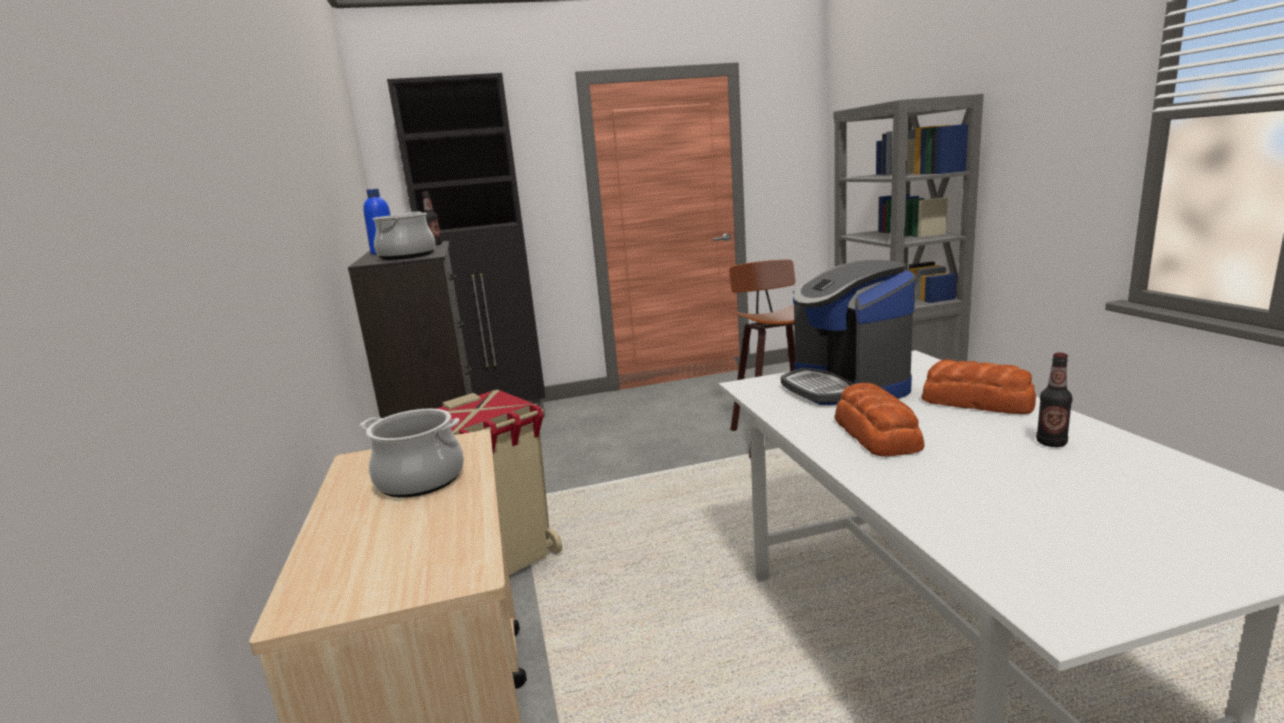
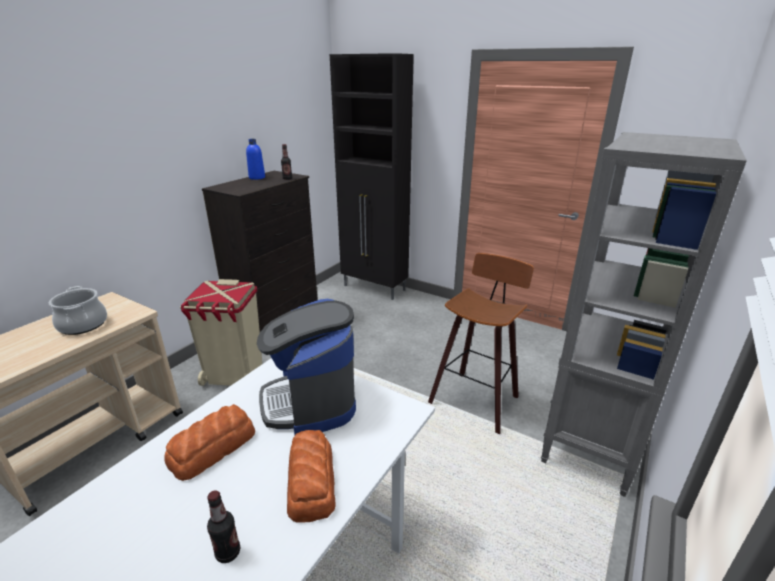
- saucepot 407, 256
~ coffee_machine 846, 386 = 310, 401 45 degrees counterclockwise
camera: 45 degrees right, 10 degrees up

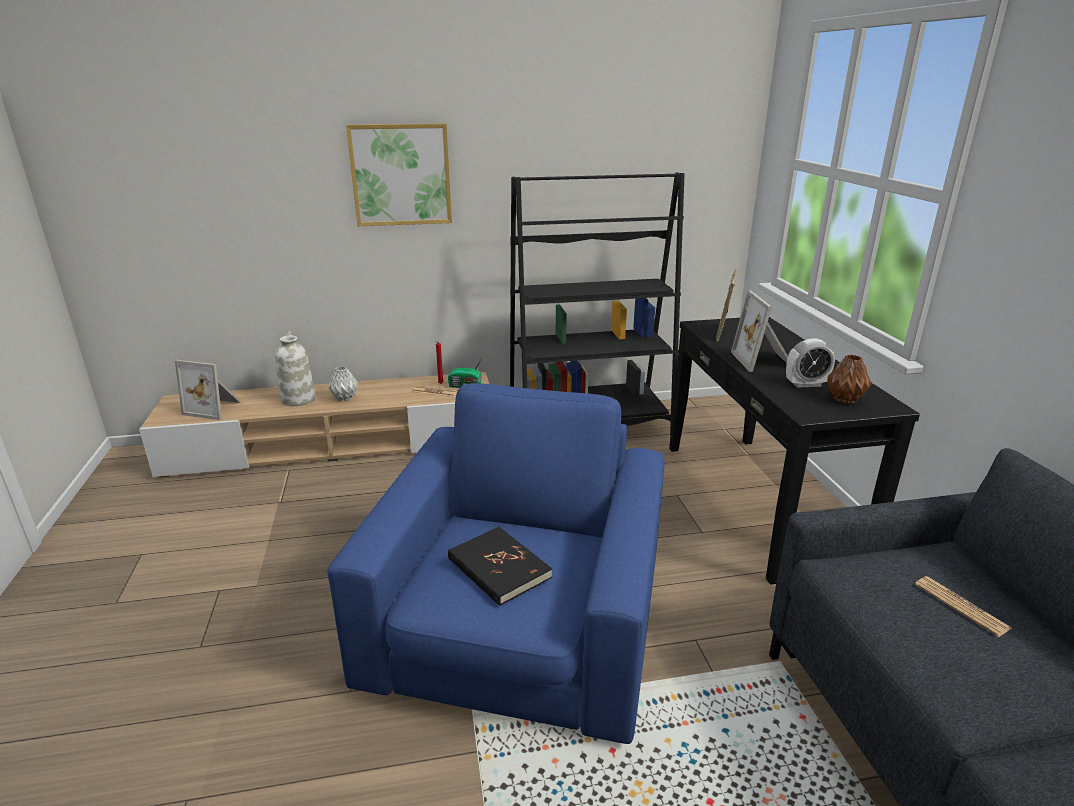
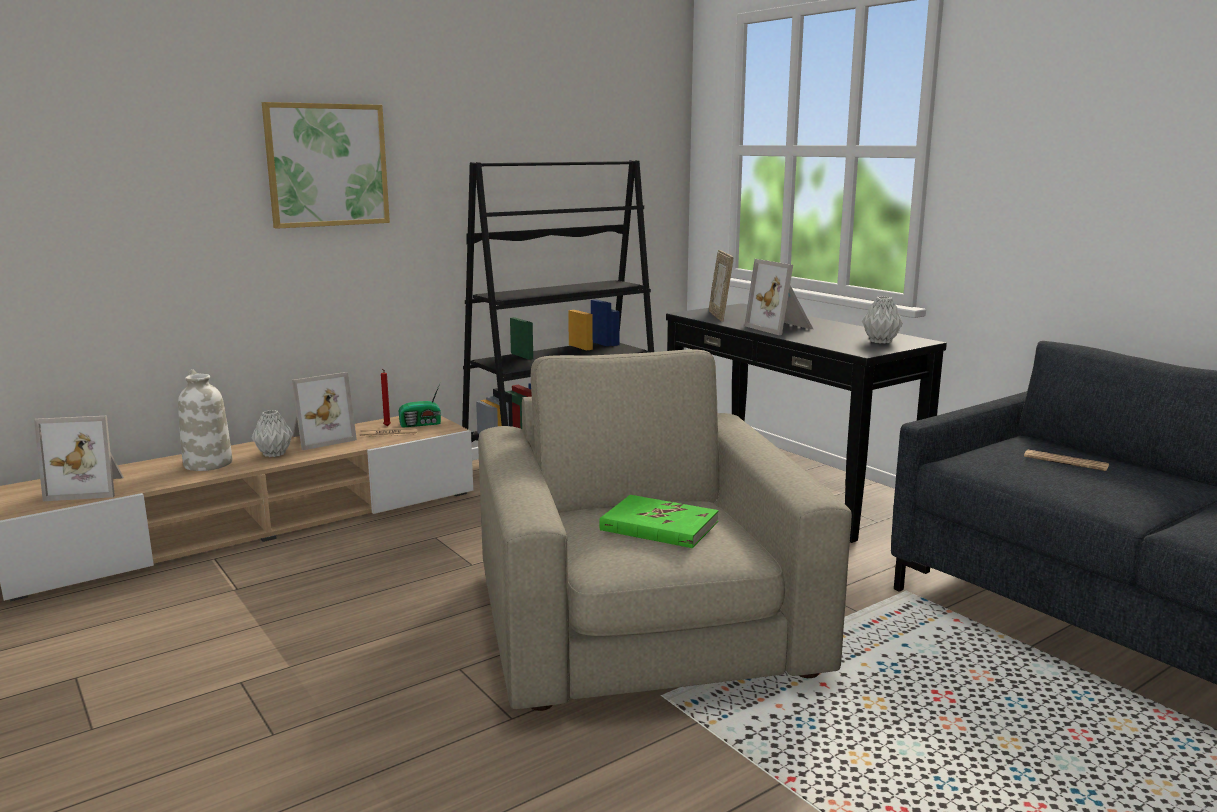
~ blue-coloured_lounge_chair 519, 624 to beige-coloured_lounge_chair 645, 623
~ black-coloured_bound_book 498, 568 to greenish_bound_book 659, 526
- table_clock 806, 384
~ brown-coloured_flower_vase 844, 399 to grey_flower_vase 880, 341
+ photo_frame 320, 438
camera: 25 degrees left, 10 degrees down

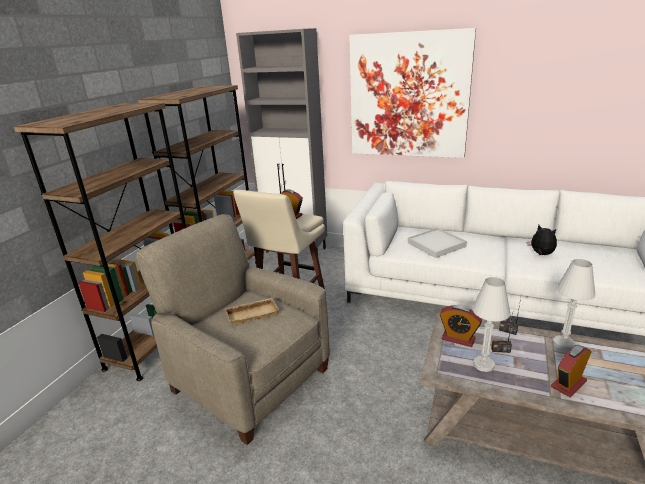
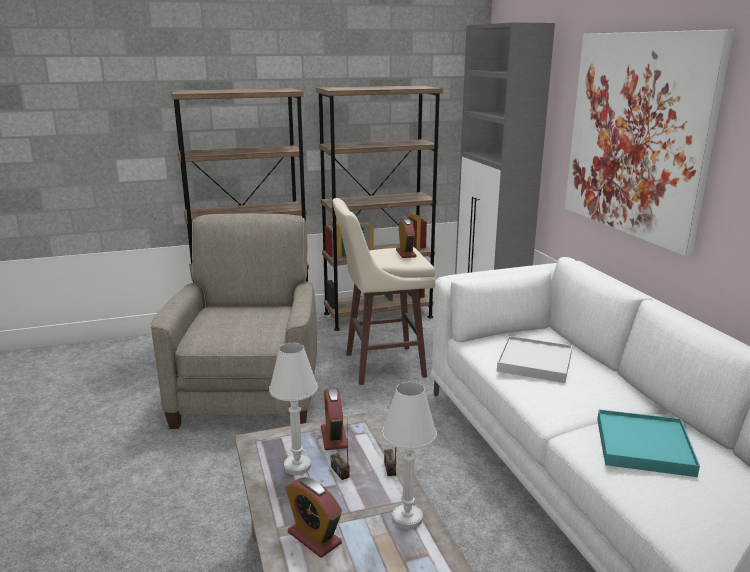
- beige-coloured_tray 252, 313
~ soft_toy 541, 254 to blue-green_tray 643, 446
~ table_clock 568, 384 = 314, 538 150 degrees counterclockwise
camera: 50 degrees right, 5 degrees down

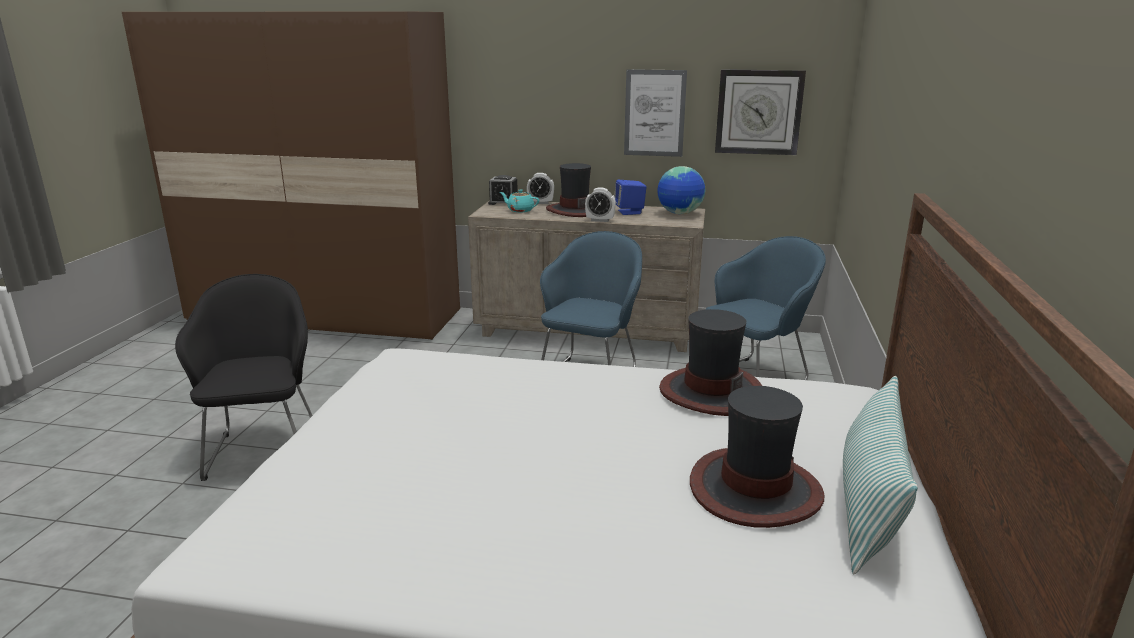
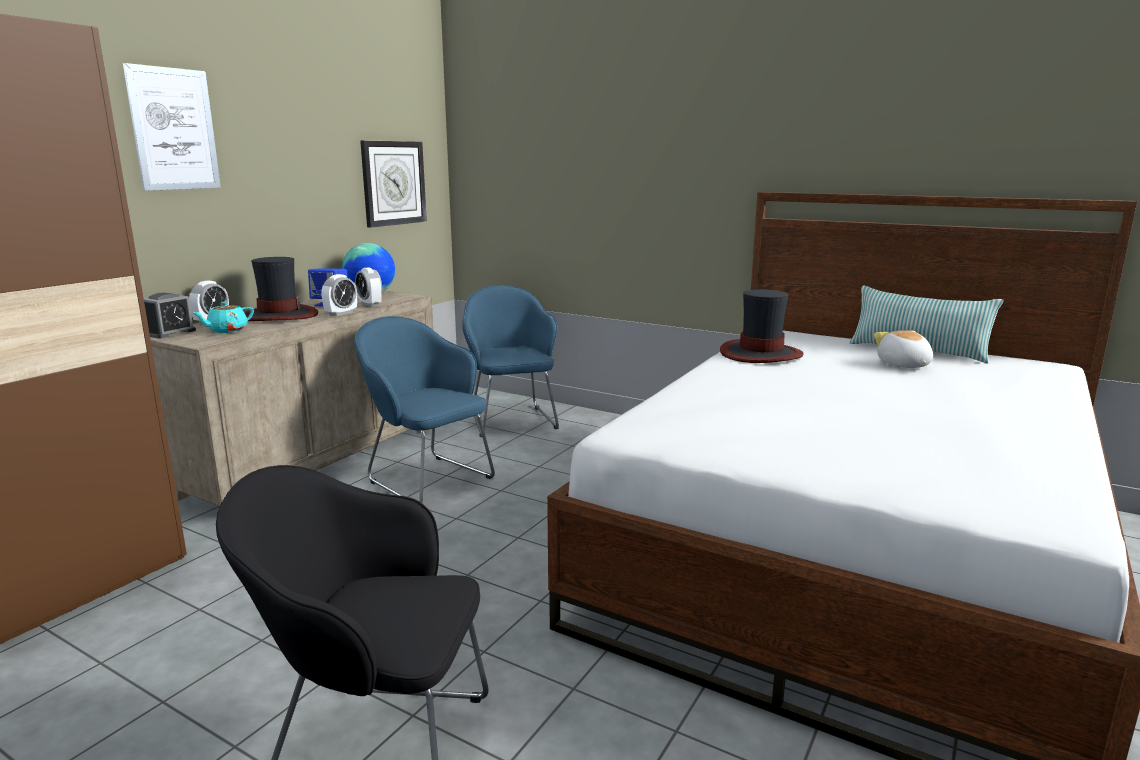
~ wall_art 654, 113 to 174, 129
~ clothing_hat 754, 490 to soft_toy 903, 365
+ table_clock 370, 304
camera: 70 degrees left, 5 degrees down

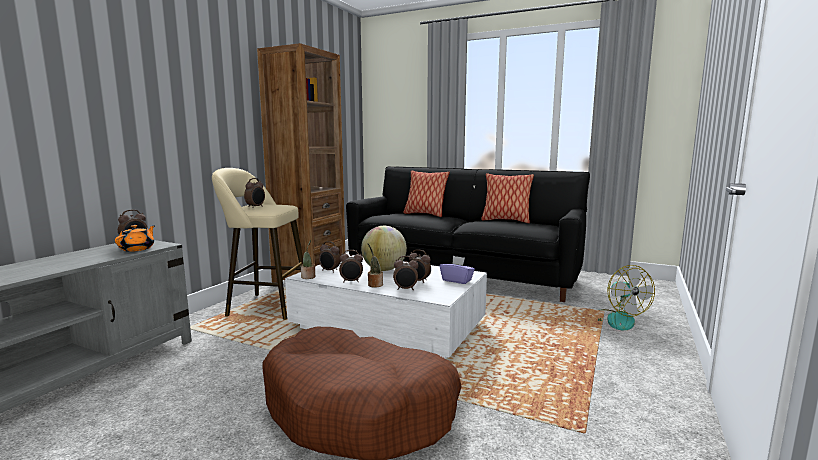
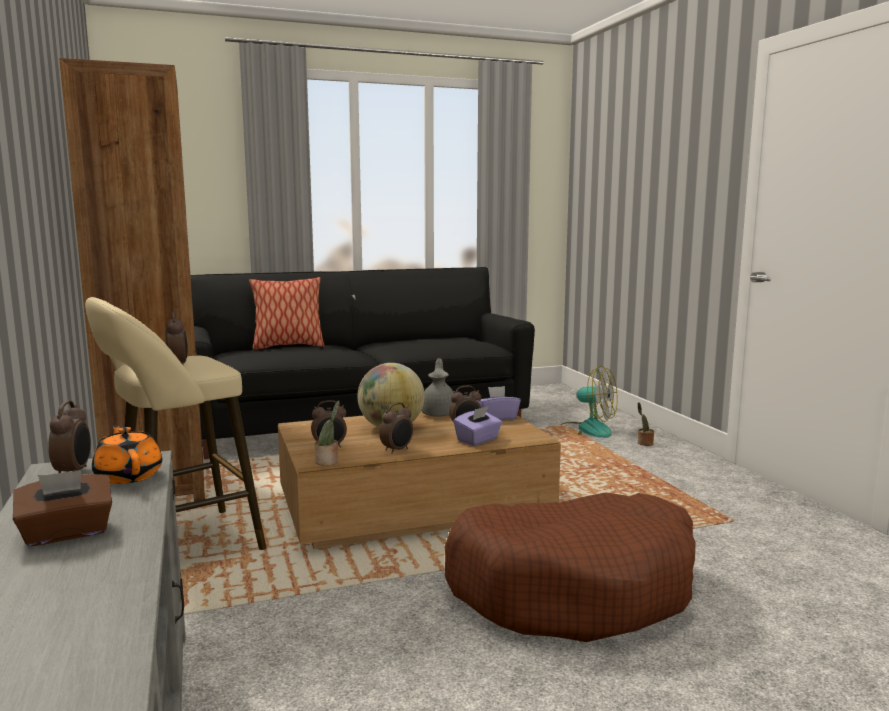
~ white_low_table 389, 326 to brown-coloured_low_table 414, 506
~ houseplant 374, 284 to 644, 443
~ table_clock 405, 289 to purple-coloured_tissue_holder 478, 440
- pillow 505, 220
+ brown-coloured_tissue_holder 67, 533
+ grey_teapot 440, 413
camera: 45 degrees left, 0 degrees up

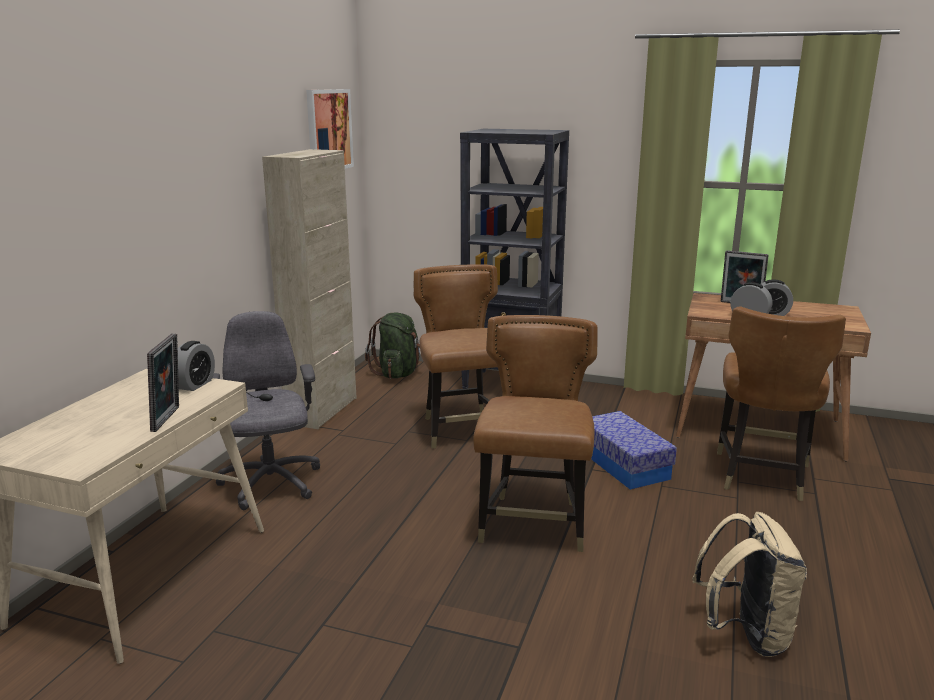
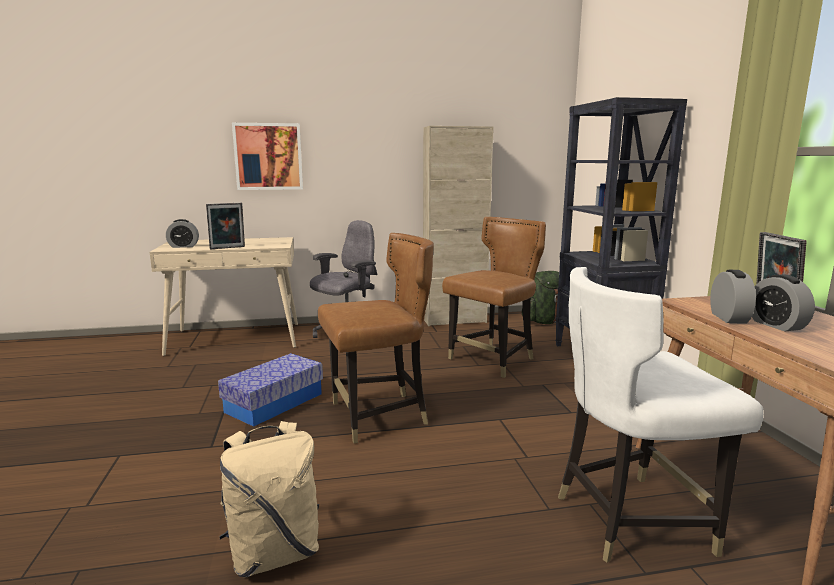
~ table_clock 195, 384 to 183, 246
~ wall_art 328, 130 to 268, 156
~ storage_bin 623, 464 to 274, 403
~ brown-coloured_chair 761, 475 to white_chair 630, 519
camera: 60 degrees right, 5 degrees down

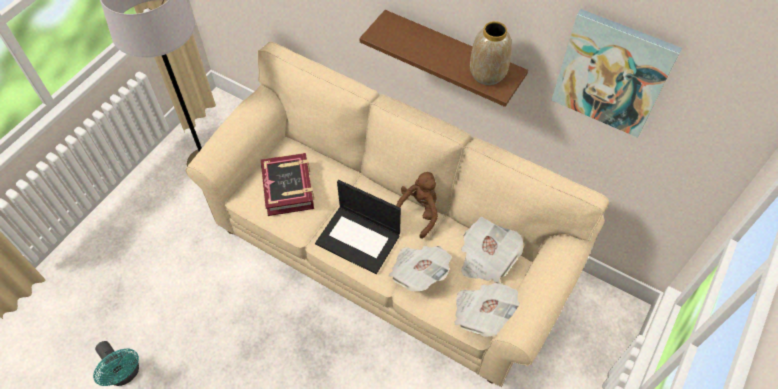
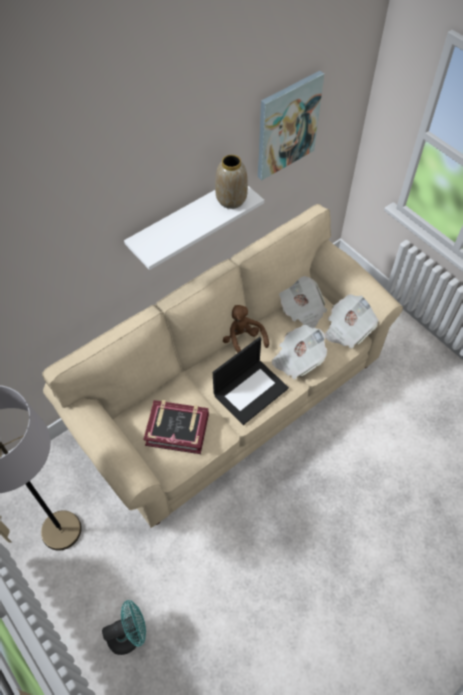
~ blue-green_cooling_fan 125, 374 to 129, 634
~ brown-coloured_wall_shelf 452, 56 to white_wall_shelf 184, 223
camera: 70 degrees left, 0 degrees up

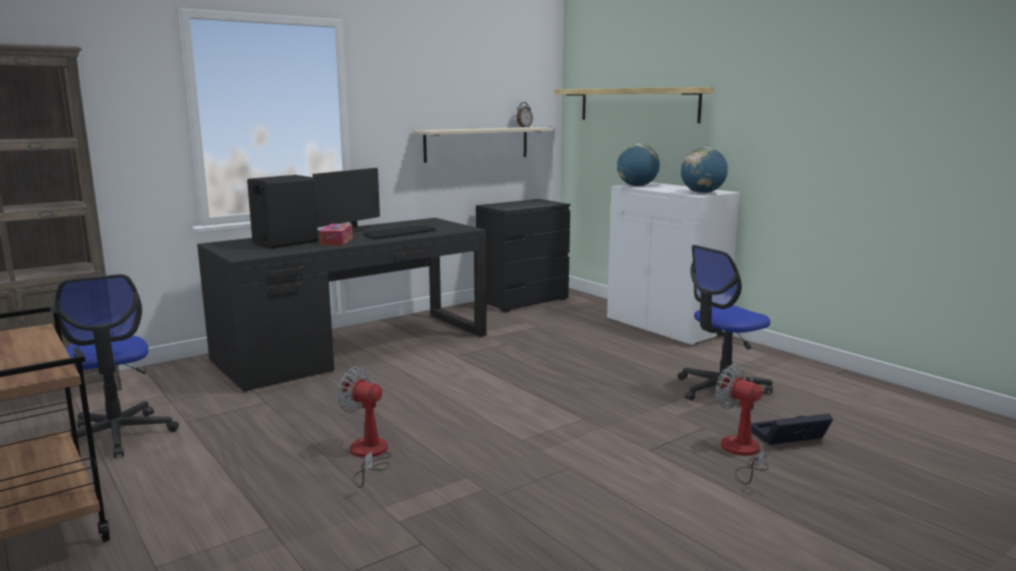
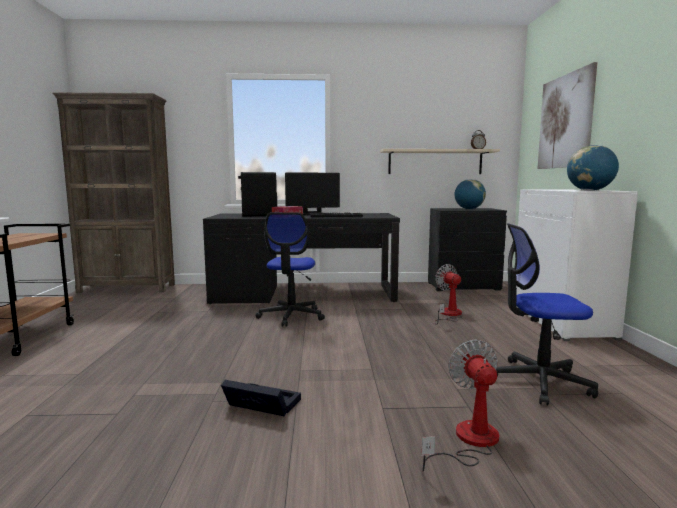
~ computer_chair 117, 436 to 291, 316
~ cooling_fan 368, 455 to 448, 315
~ wall_shelf 637, 105 to wall_art 565, 121
~ globe 637, 186 to 469, 209
~ black-coloured_storage_bin 787, 437 to 260, 405
camera: 35 degrees right, 5 degrees down

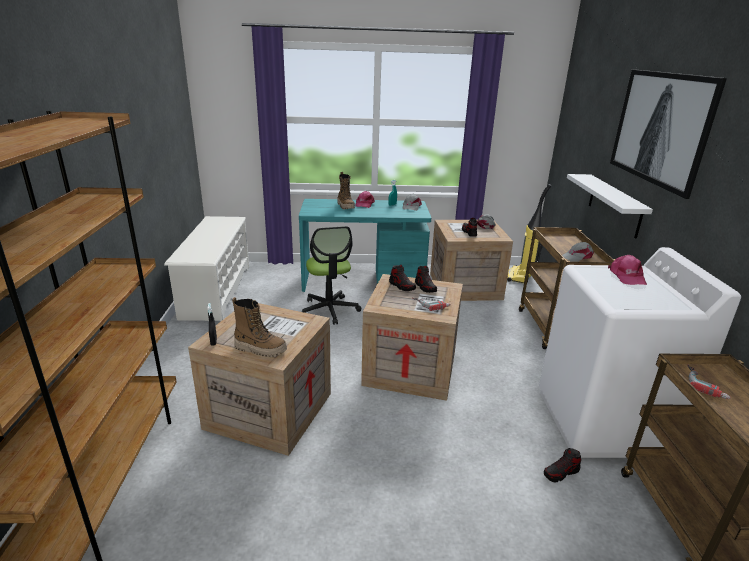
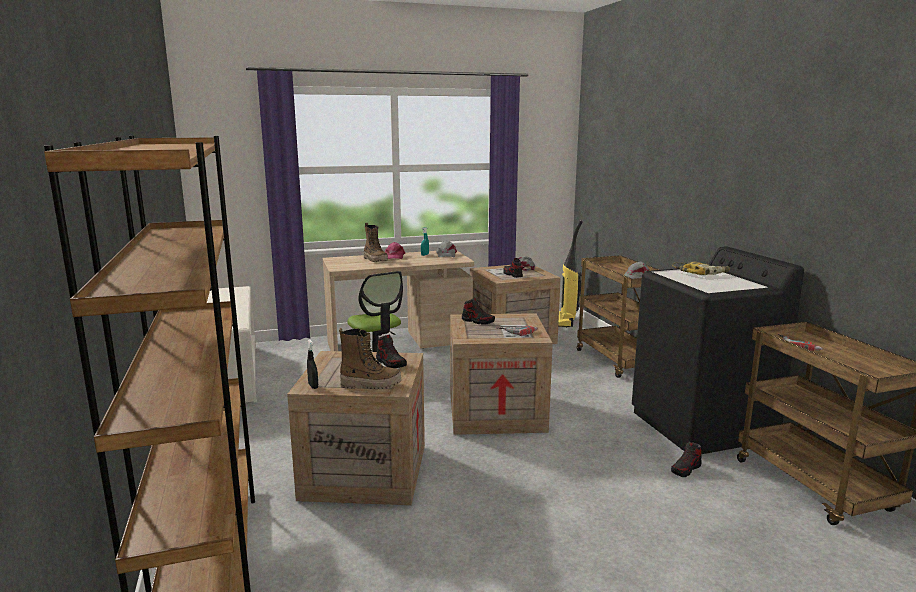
~ blue-green_desk_table 363, 280 to beige-coloured_desk_table 399, 344
~ low_shoe 425, 287 to 391, 363
~ white_laundry_machine 602, 422 to black-coloured_laundry_machine 701, 425
- white_wall_shelf 614, 205
~ pink_peaked_cap 627, 276 to power_drill 701, 273
- wall_art 659, 128
camera: 15 degrees left, 10 degrees down

